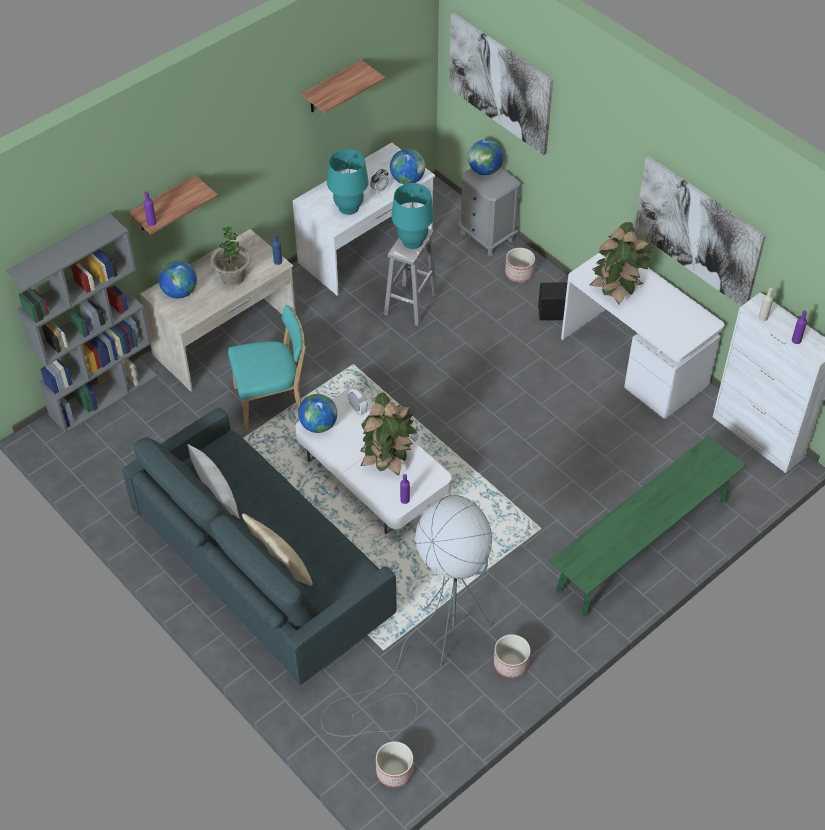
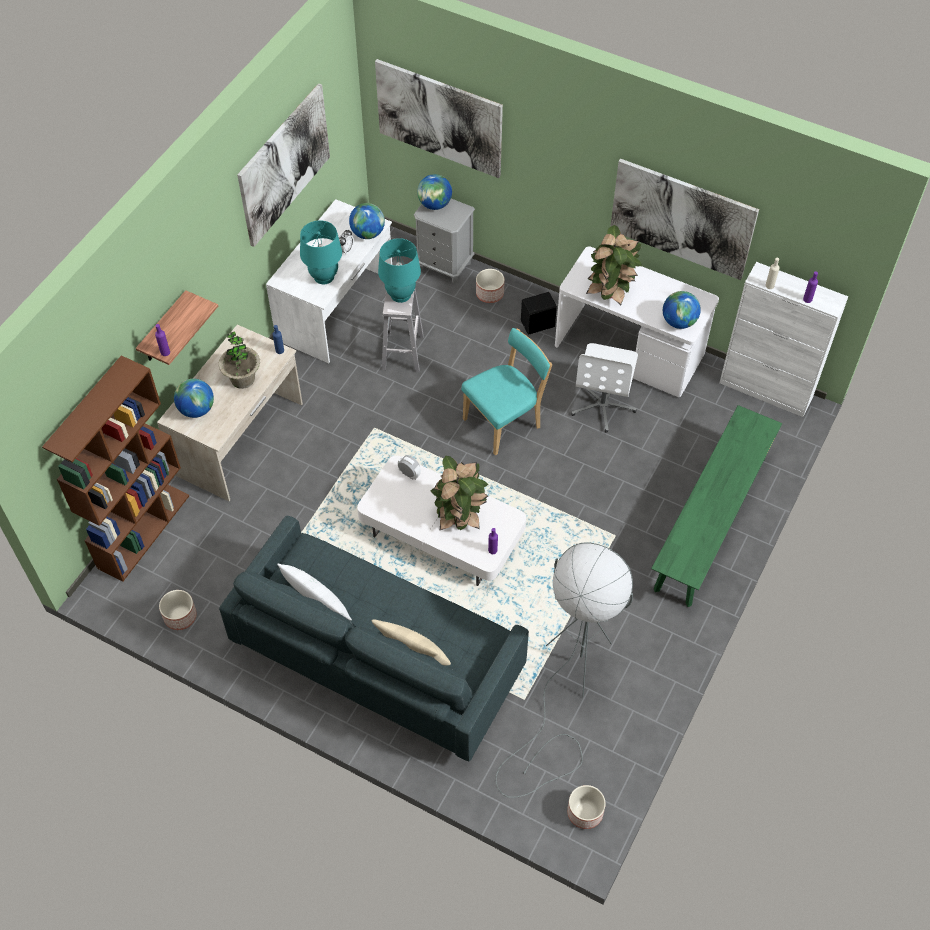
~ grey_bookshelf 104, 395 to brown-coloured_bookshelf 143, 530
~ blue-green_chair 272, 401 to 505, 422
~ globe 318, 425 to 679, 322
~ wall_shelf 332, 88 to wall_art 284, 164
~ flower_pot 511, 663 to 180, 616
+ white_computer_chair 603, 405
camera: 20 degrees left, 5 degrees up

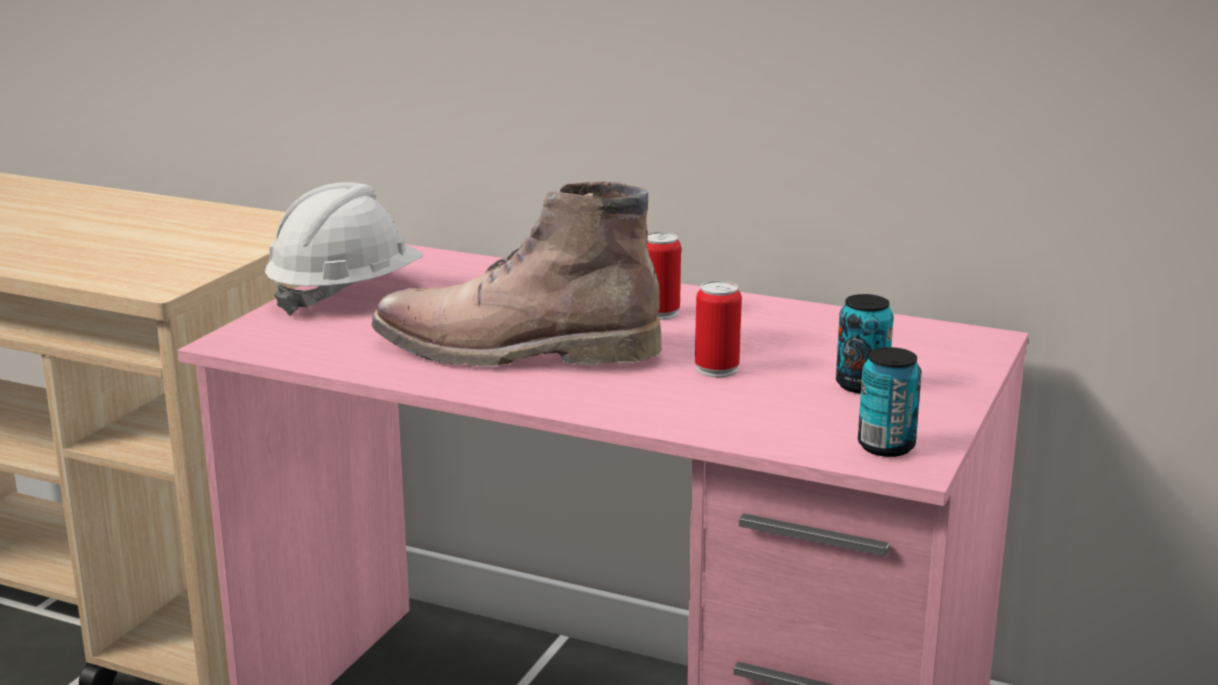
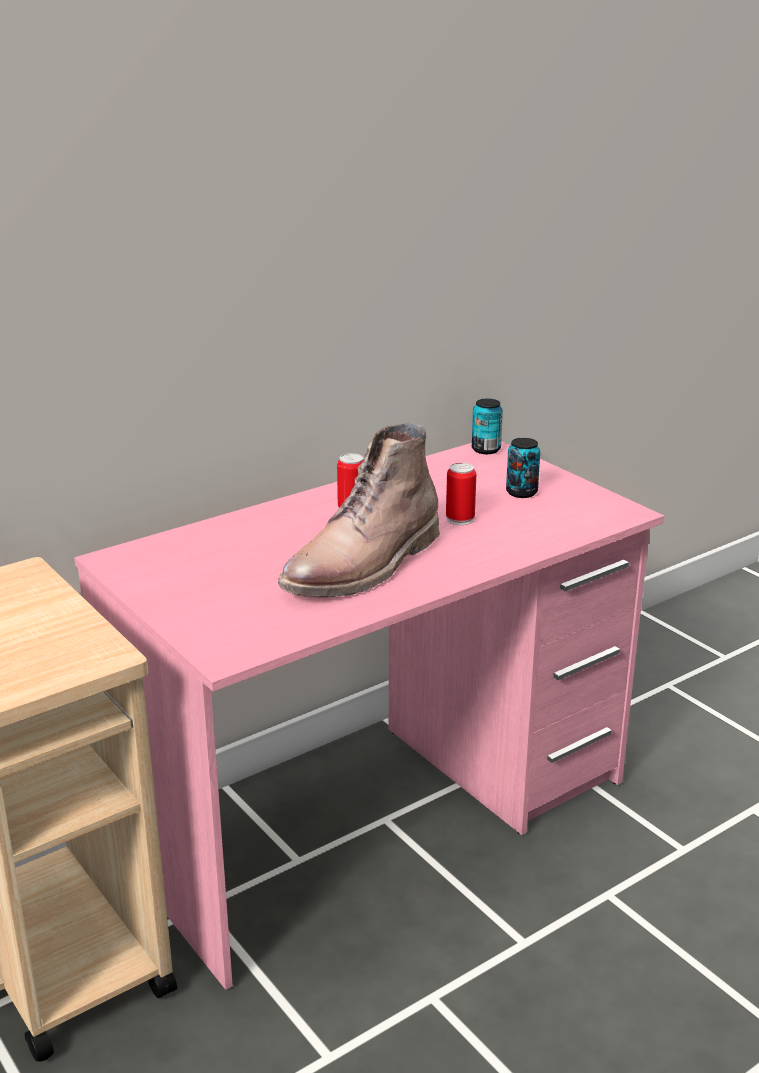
- white_hard_hat 345, 294
~ can 886, 446 to 486, 449
camera: 60 degrees left, 5 degrees up

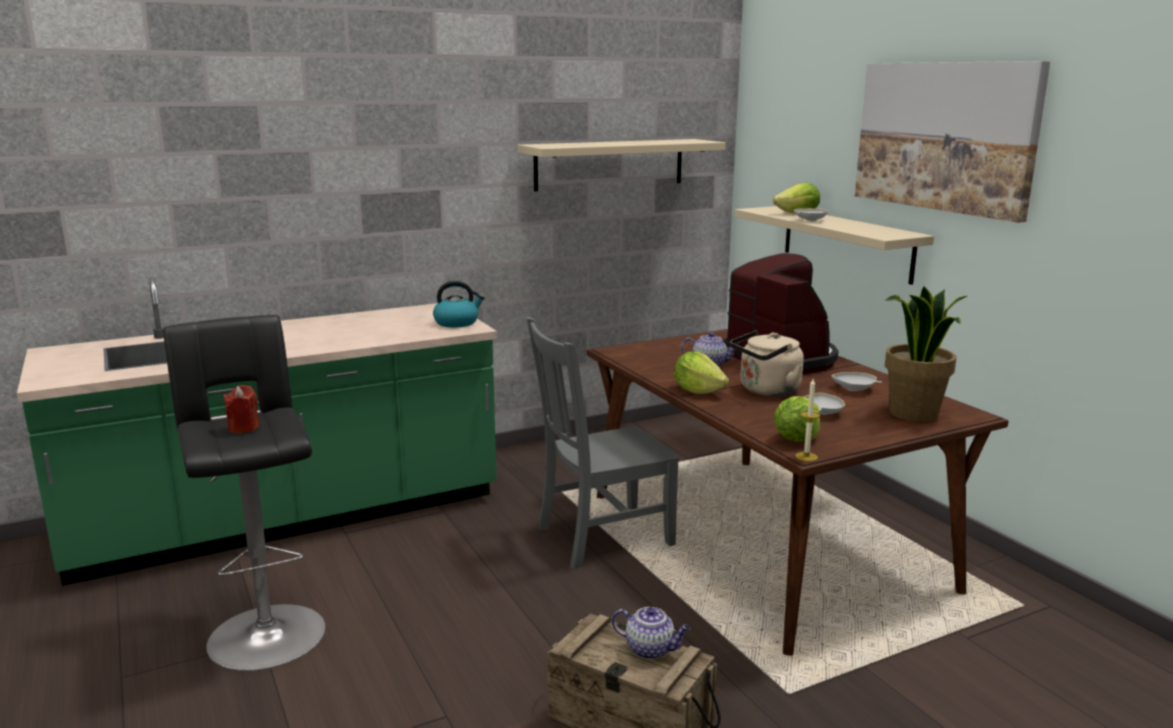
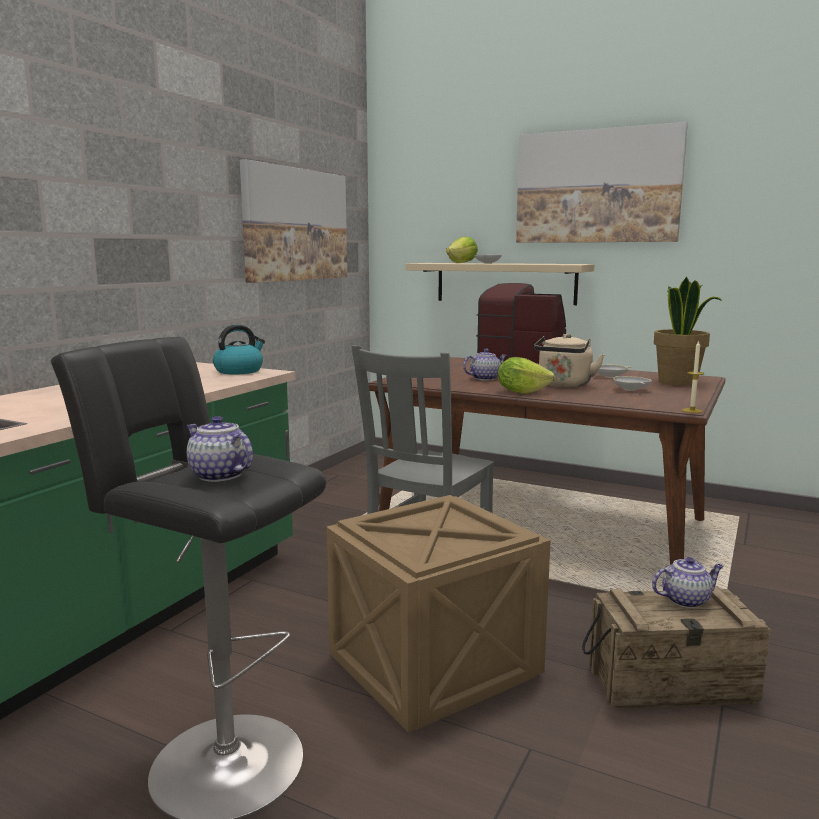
~ red-coloured_candle 243, 428 to teapot 218, 475
~ beige-coloured_wall_shelf 610, 164 to wall_art 295, 225
- lettuce_head 797, 438
+ shipping_crate 436, 666
camera: 35 degrees left, 5 degrees down

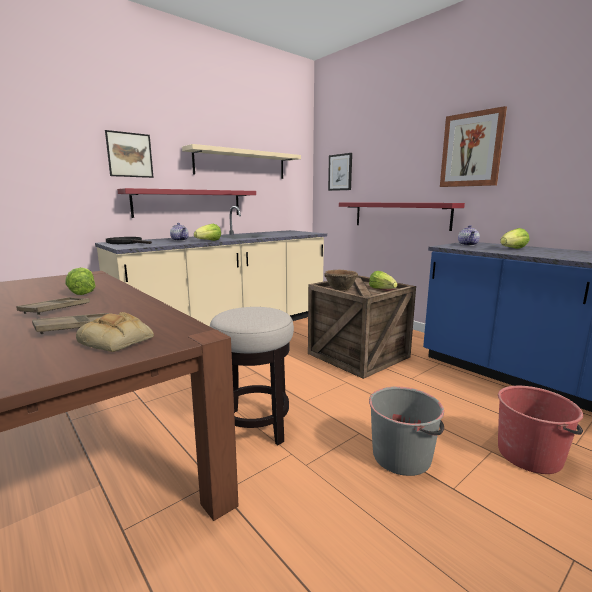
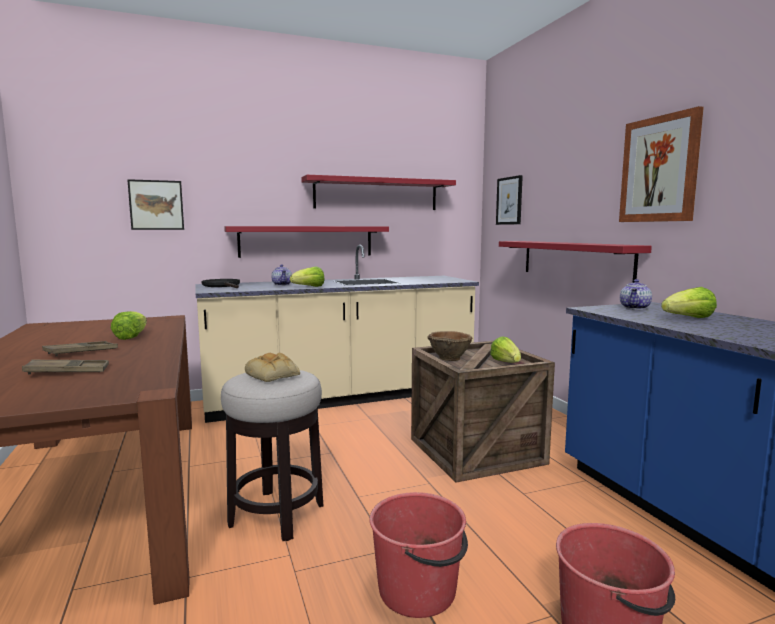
~ baked_bread 118, 341 to 273, 375
~ wall_art 130, 155 to 156, 205
~ beige-coloured_wall_shelf 241, 164 to red-coloured_wall_shelf 376, 194
~ grey_water_bucket 402, 456 to red-coloured_water_bucket 418, 590
camera: 20 degrees right, 5 degrees down

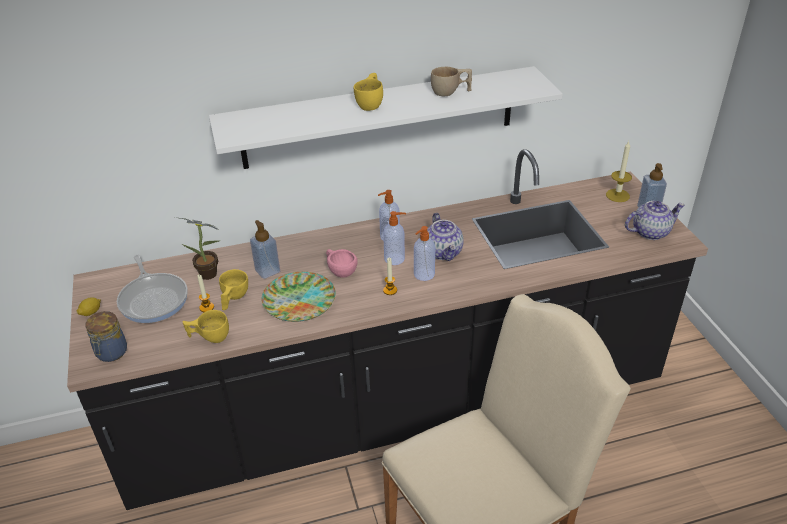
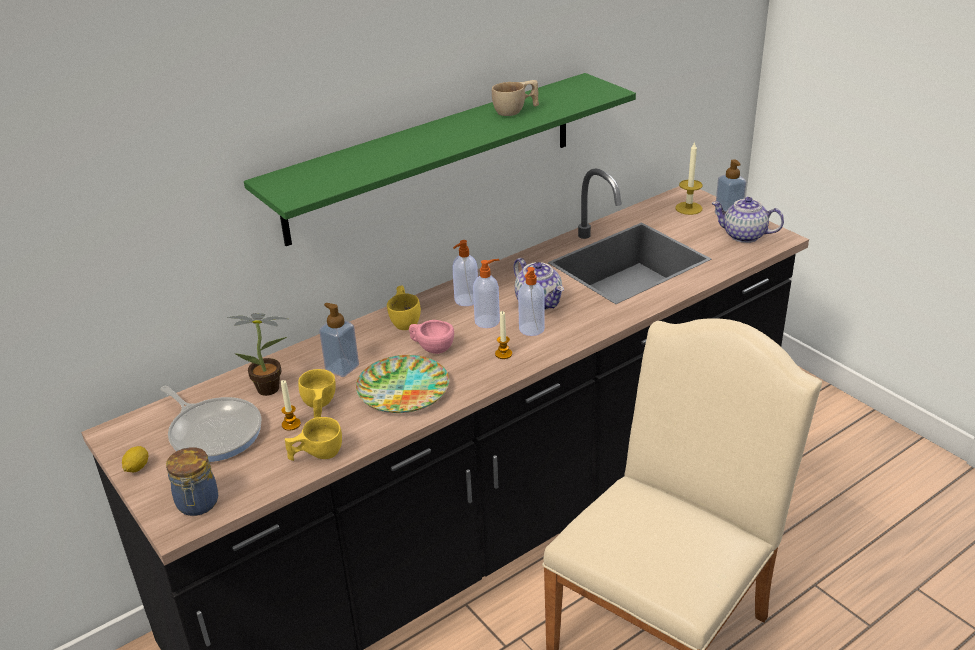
~ white_wall_shelf 380, 118 to greenish_wall_shelf 433, 157
~ yellowish_cup 371, 103 to 405, 320
~ teapot 650, 232 = 744, 236 120 degrees counterclockwise
camera: 20 degrees left, 5 degrees down

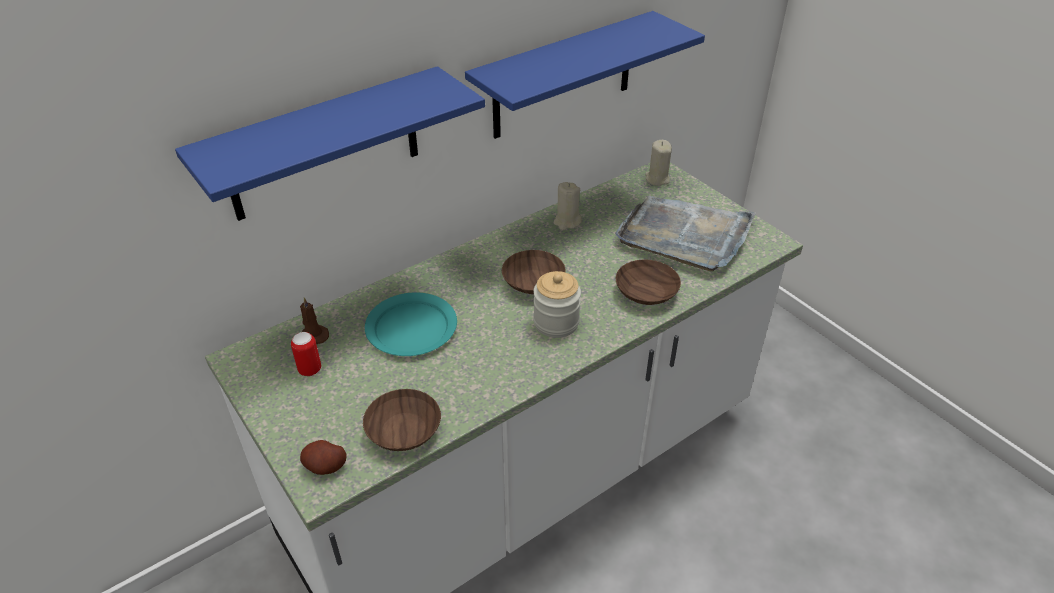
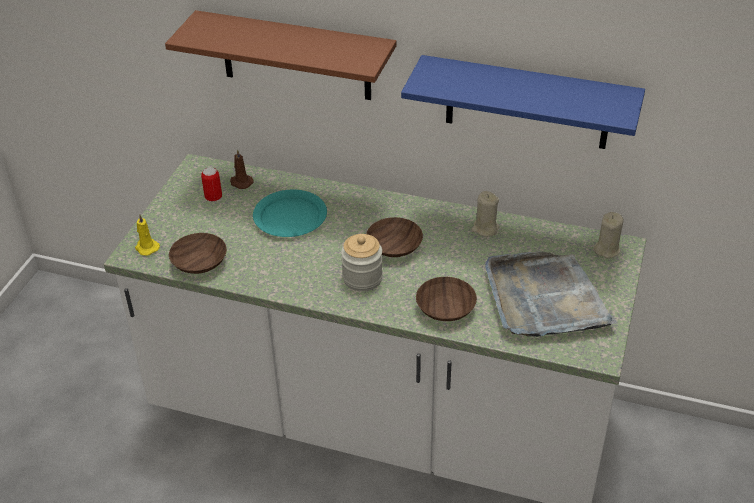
~ blue-coloured_wall_shelf 324, 145 to brown-coloured_wall_shelf 295, 56
~ potato 325, 466 to yellowish_candle 146, 247
camera: 55 degrees right, 0 degrees up

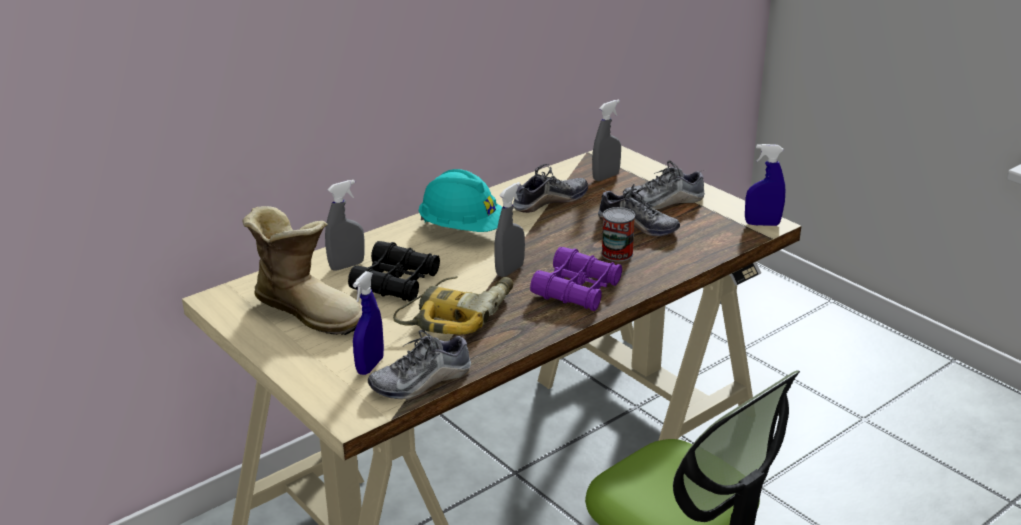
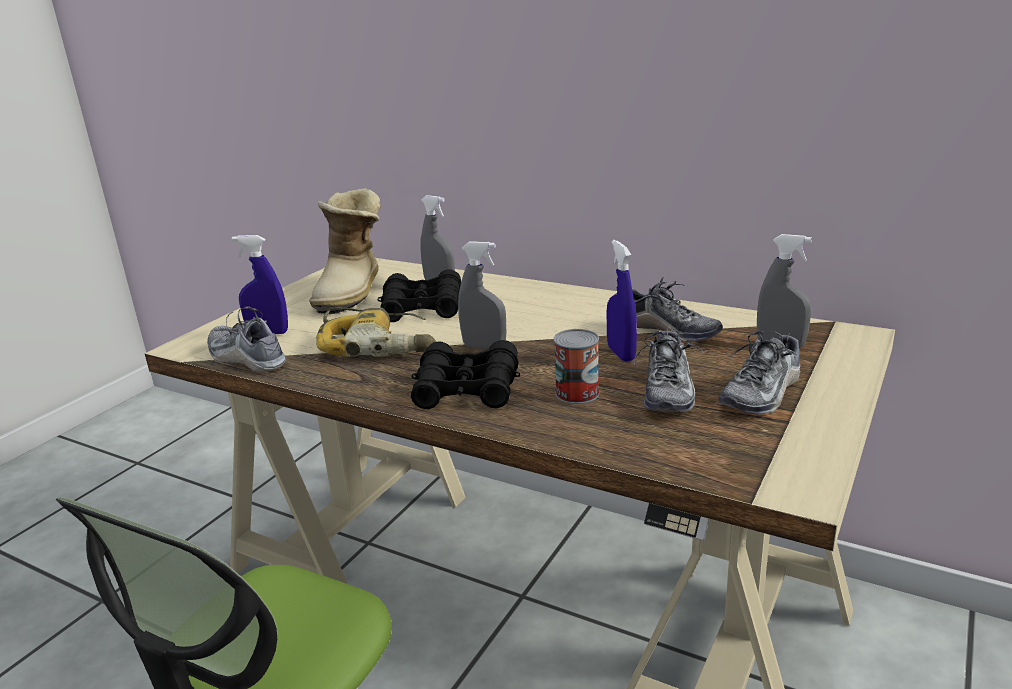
- blue-green_hard_hat 463, 229
~ purple-coloured_binoculars 577, 289 to black-coloured_binoculars 467, 389
~ low_shoe 663, 201 = 762, 393 105 degrees counterclockwise
~ blue-coloured_sprayer 762, 224 to 621, 354
camera: 70 degrees right, 5 degrees down

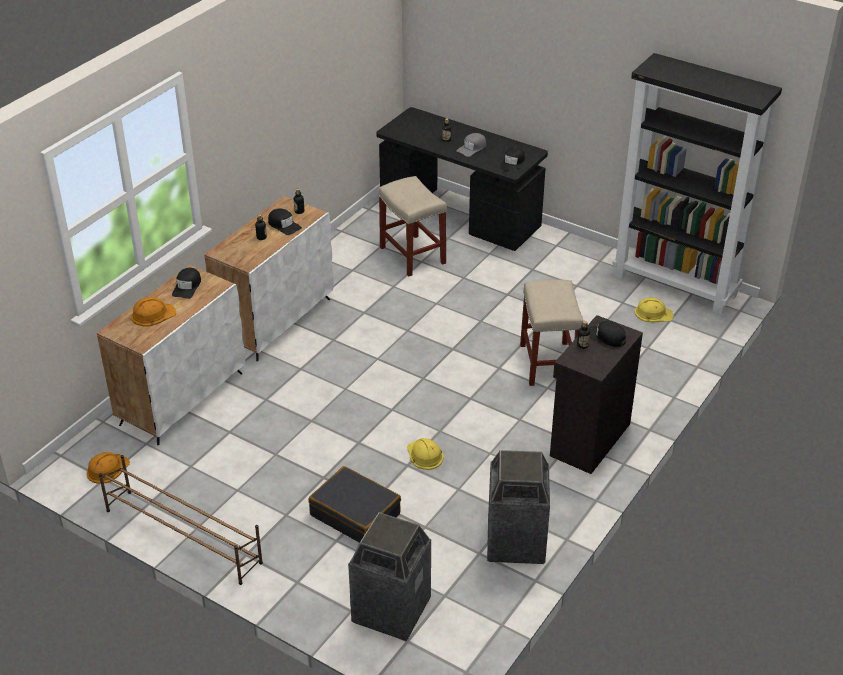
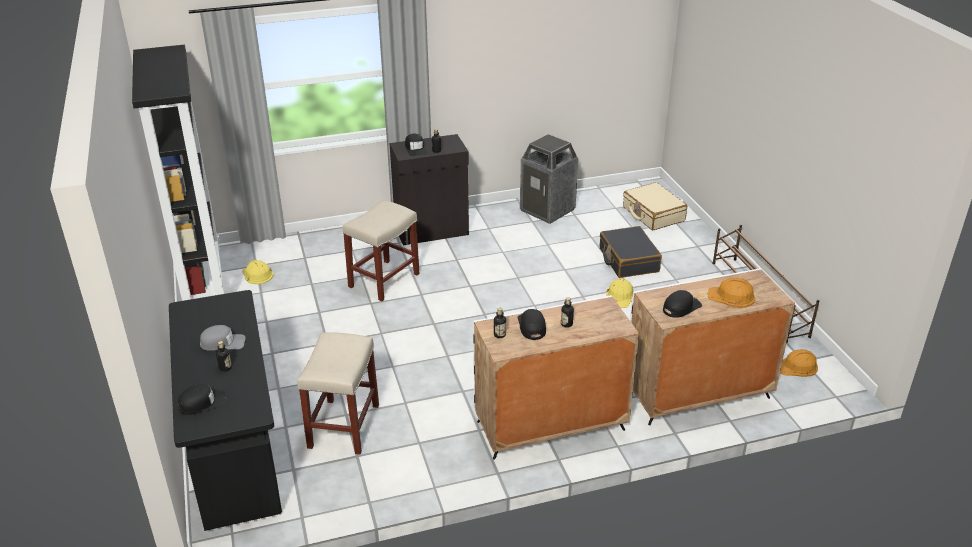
~ trash_can 390, 610 to beige-coloured_suitcase 653, 214
~ yellowish_hard_hat 424, 455 to 620, 296
~ black-coloured_peaked_cap 512, 163 to 203, 403
camera: 140 degrees left, 5 degrees down

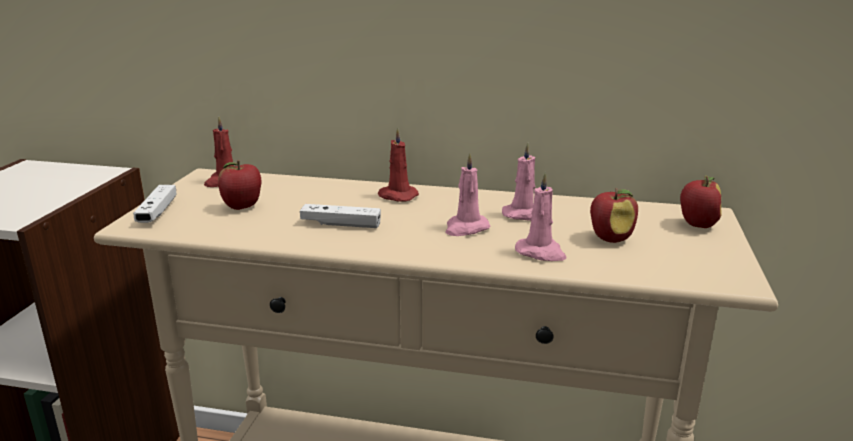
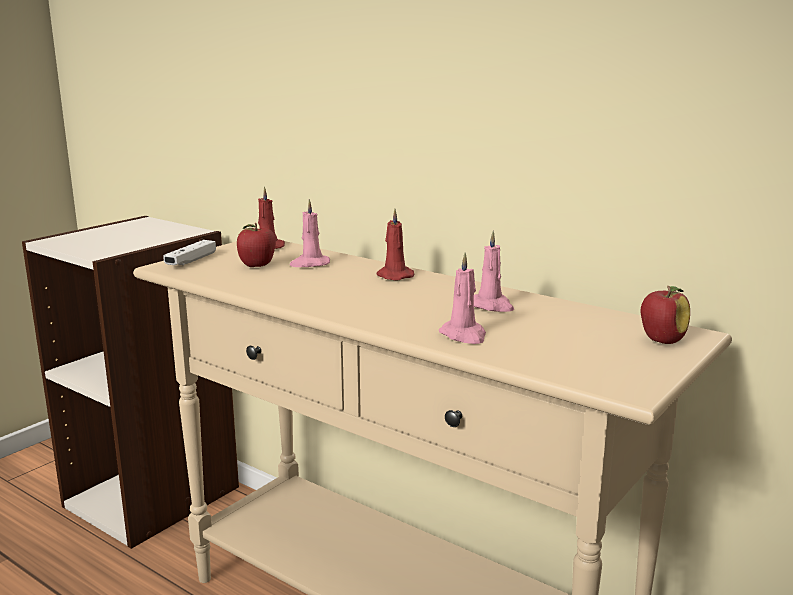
- white_joypad 341, 224
~ pink_candle 466, 228 to 309, 264
- whole_apple 610, 239
camera: 25 degrees right, 5 degrees down

